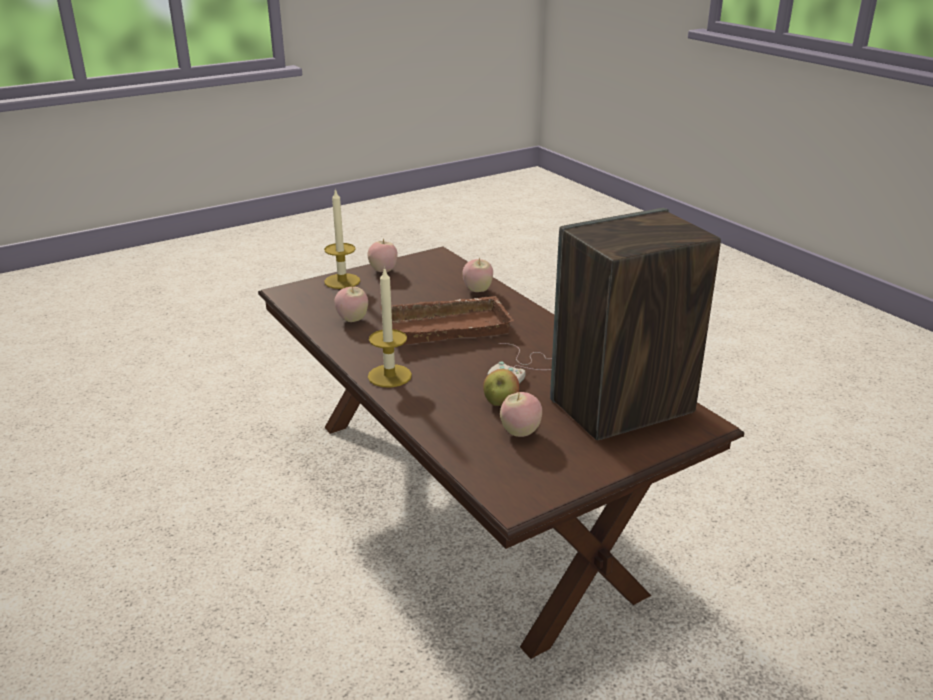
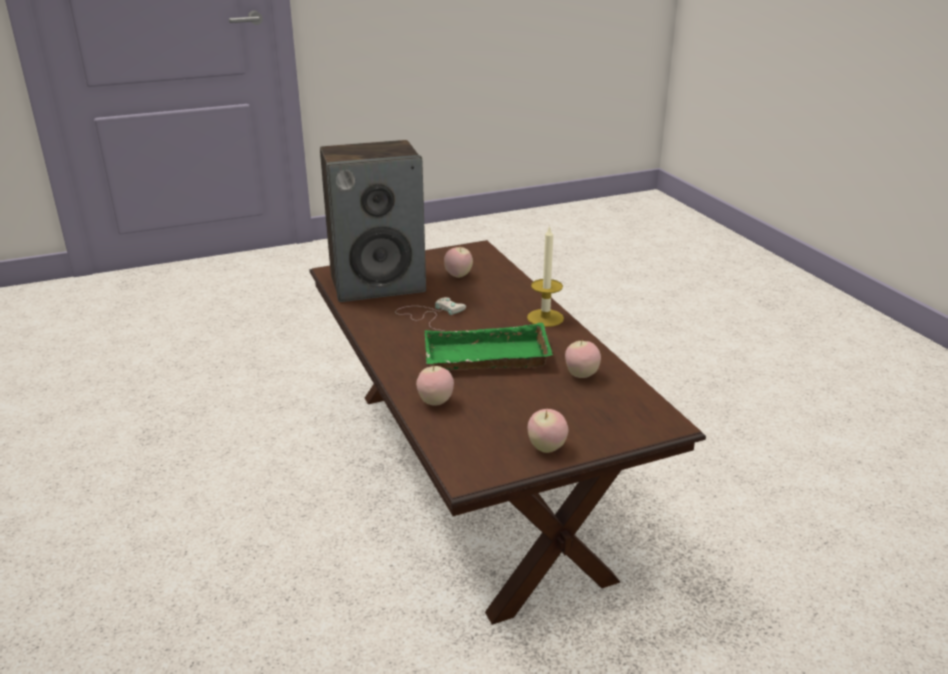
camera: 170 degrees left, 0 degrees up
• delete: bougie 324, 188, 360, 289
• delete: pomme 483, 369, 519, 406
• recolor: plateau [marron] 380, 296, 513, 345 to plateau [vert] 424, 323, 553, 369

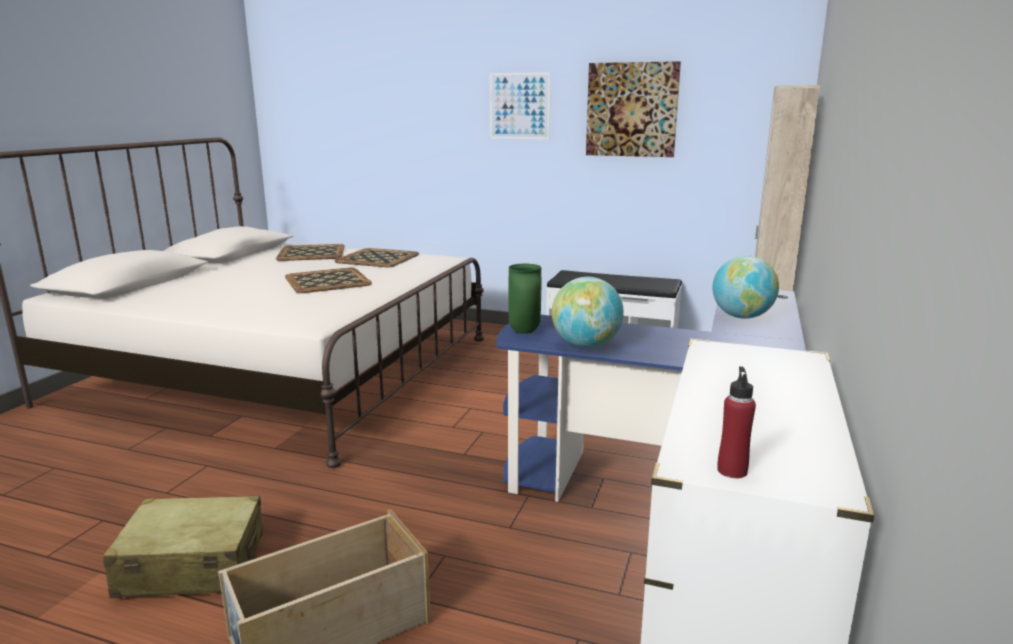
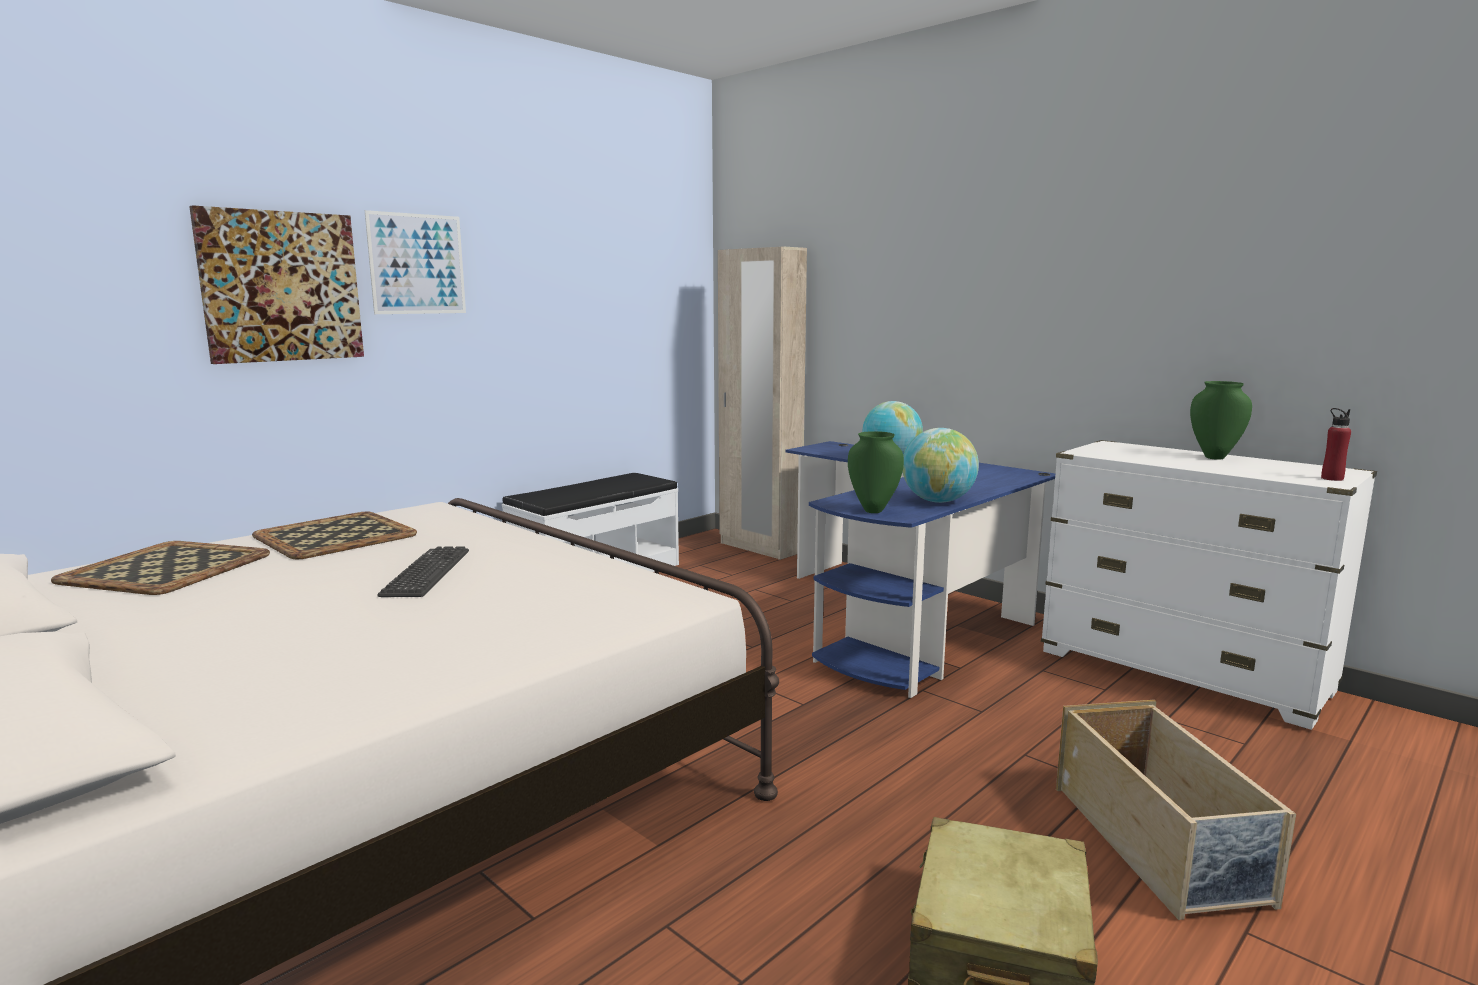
camera: 65 degrees left, 5 degrees down
• insert: vase [vert] 1190, 381, 1252, 460
• move: tableau 586, 61, 681, 157 to 189, 205, 364, 364
• replace: plateau 285, 268, 372, 293 to clavier 377, 546, 469, 597

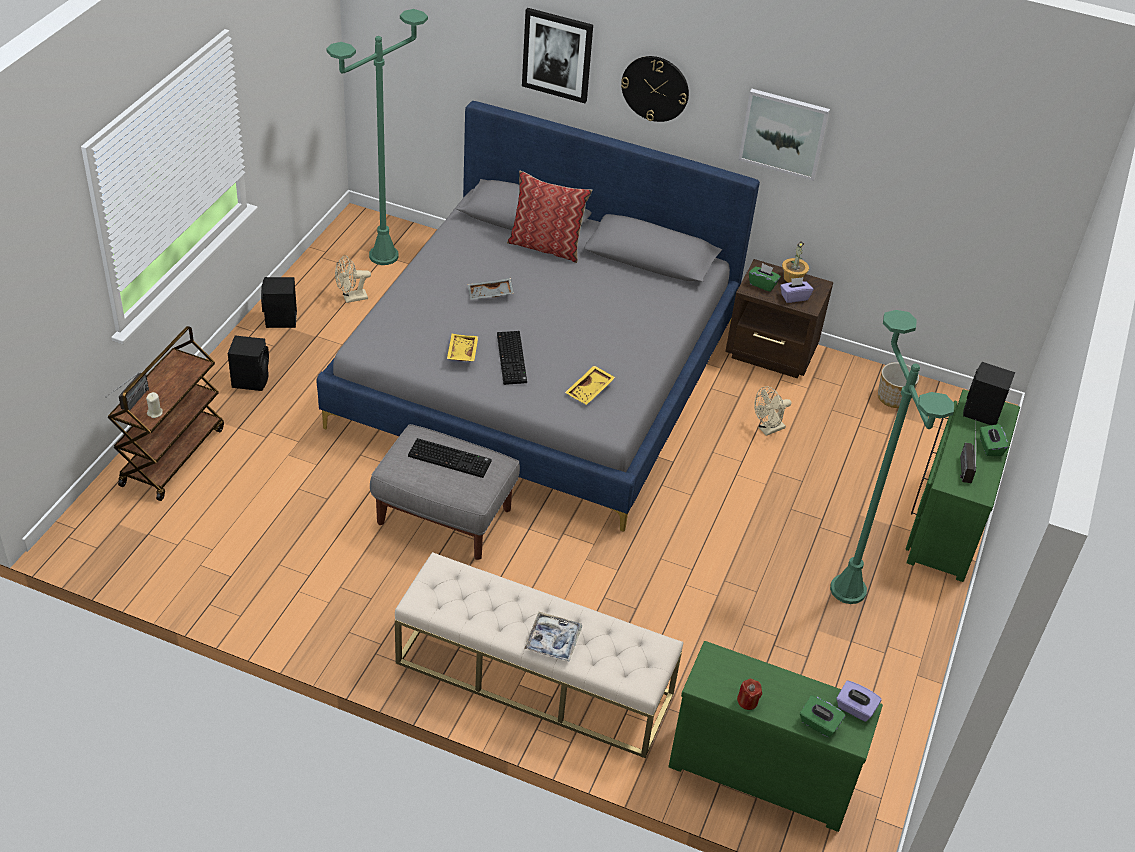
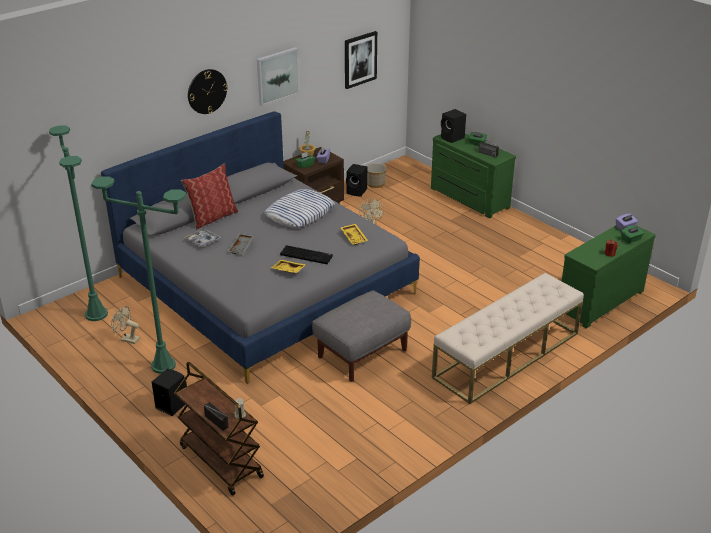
camera: 60 degrees left, 10 degrees down
• delete: clavier 408, 438, 492, 478
• insert: coussin 264, 189, 335, 228
• move: enceinte [noir] 261, 277, 297, 328 to 346, 164, 367, 197
• move: tableau 522, 8, 593, 103 to 345, 31, 377, 89
• move: plateau 524, 612, 582, 662 to 184, 229, 221, 248
• move: lampadaire [vert] 830, 310, 954, 604 to 91, 176, 186, 374
• rotate: ventilateur [beige] 335, 255, 371, 303 = 111, 306, 140, 344 105 degrees clockwise

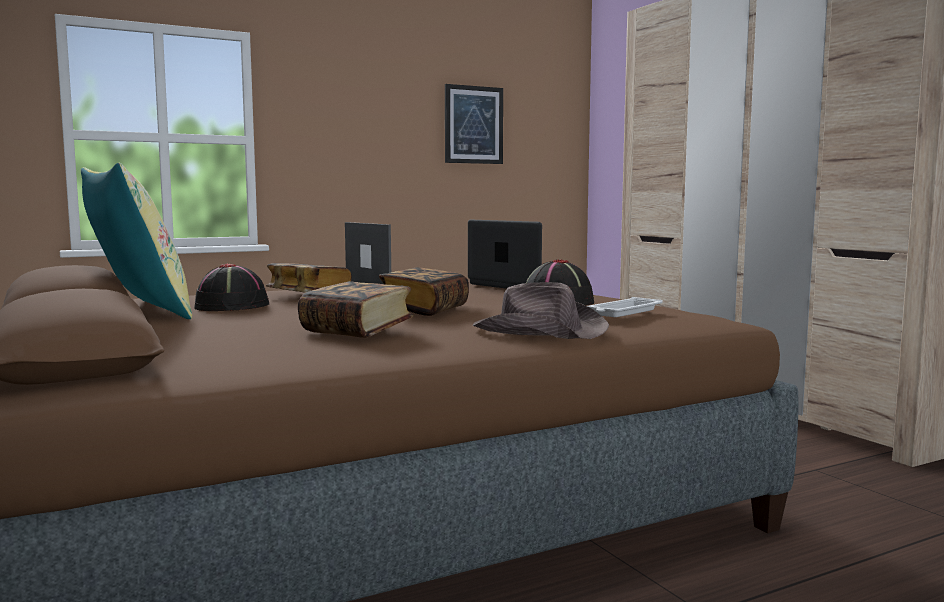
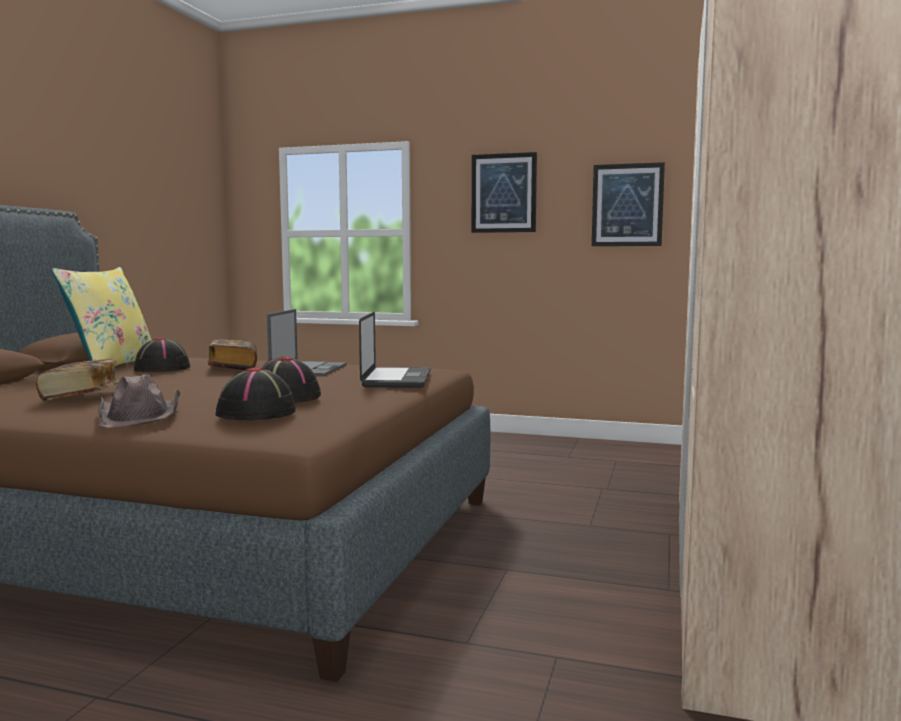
camera: 45 degrees right, 0 degrees up
• delete: livre 379, 267, 469, 316
• insert: tableau 472, 152, 537, 233
• replace: plateau [blanc] 588, 297, 663, 317 to chapeau [noir] 215, 367, 296, 420

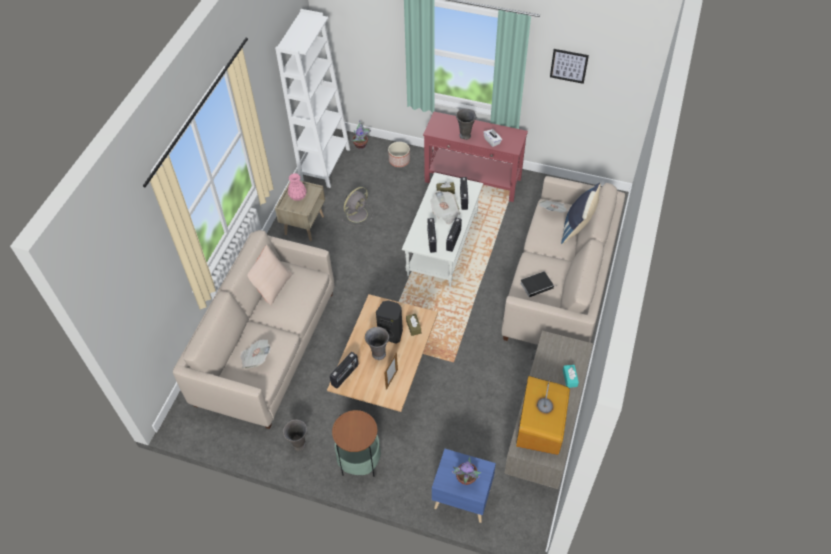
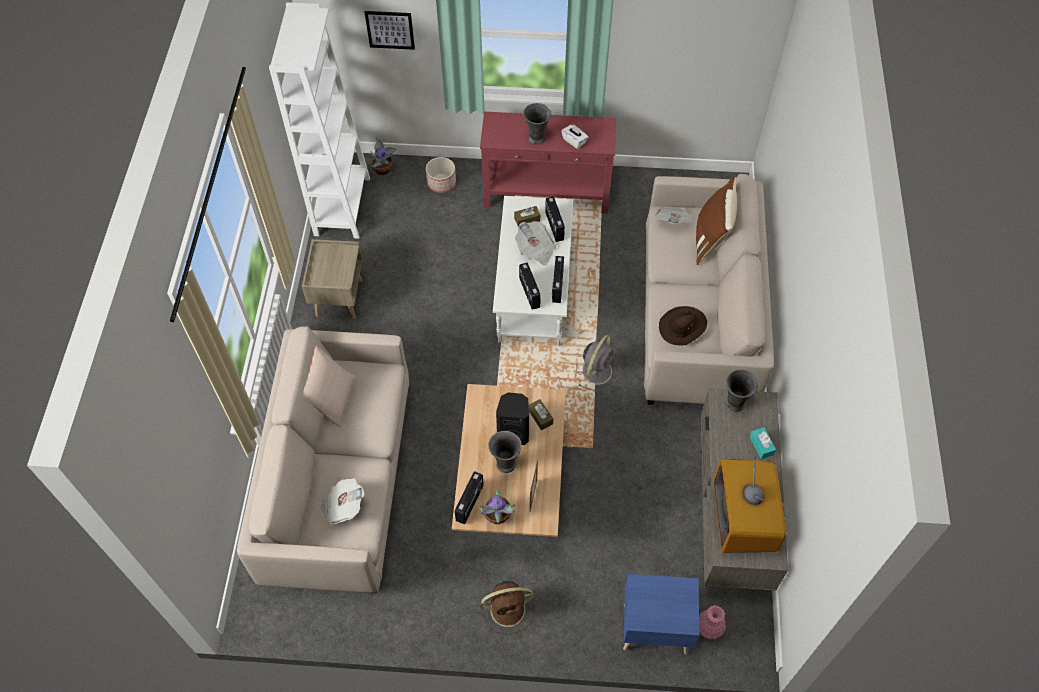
camera: 15 degrees left, 5 degrees up
• move: vase [gris] 283, 420, 307, 451 to 726, 369, 758, 412
• move: vase [rose] 288, 173, 307, 201 to 699, 605, 726, 639
• move: ventilateur [gris] 341, 187, 373, 226 to 576, 335, 620, 391
• move: plante en pot 452, 457, 481, 485 to 480, 489, 515, 524
• move: tableau 550, 49, 589, 84 to 365, 11, 415, 50
• replace: table d'appoint 332, 410, 381, 477 to ventilateur [marron] 480, 581, 534, 634
• replace: livre 520, 271, 557, 297 to chapeau [marron] 659, 306, 707, 346
• recolor: coussin [bleu] 561, 183, 601, 245 to coussin [marron] 696, 177, 737, 265

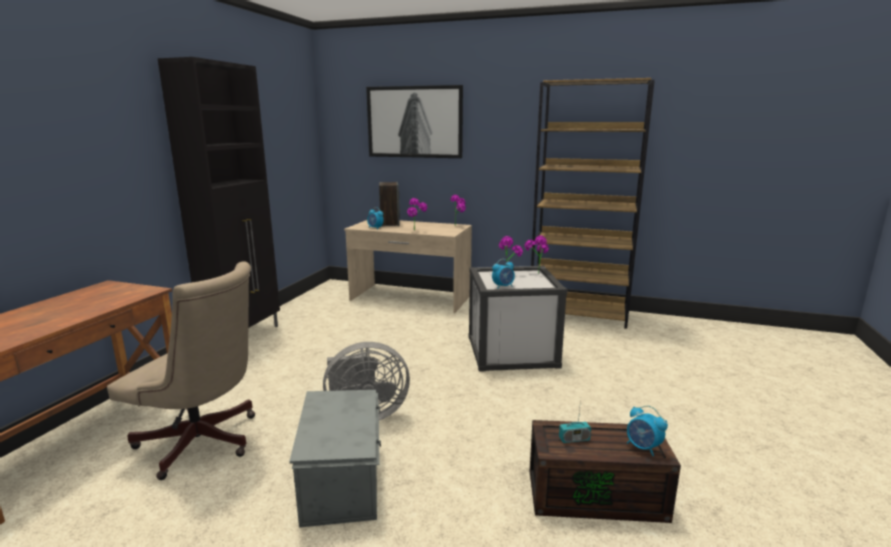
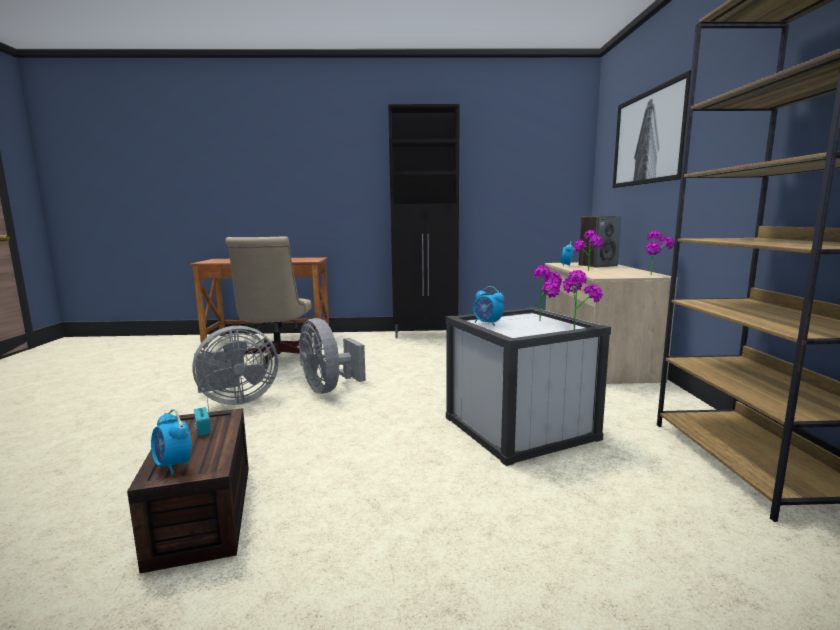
camera: 70 degrees right, 5 degrees down
• replace: boîte de rangement [gris] 289, 390, 381, 528 to ventilateur [gris] 192, 326, 278, 405
• rotate: réveil 627, 406, 668, 456 = 151, 409, 191, 474 75 degrees counterclockwise

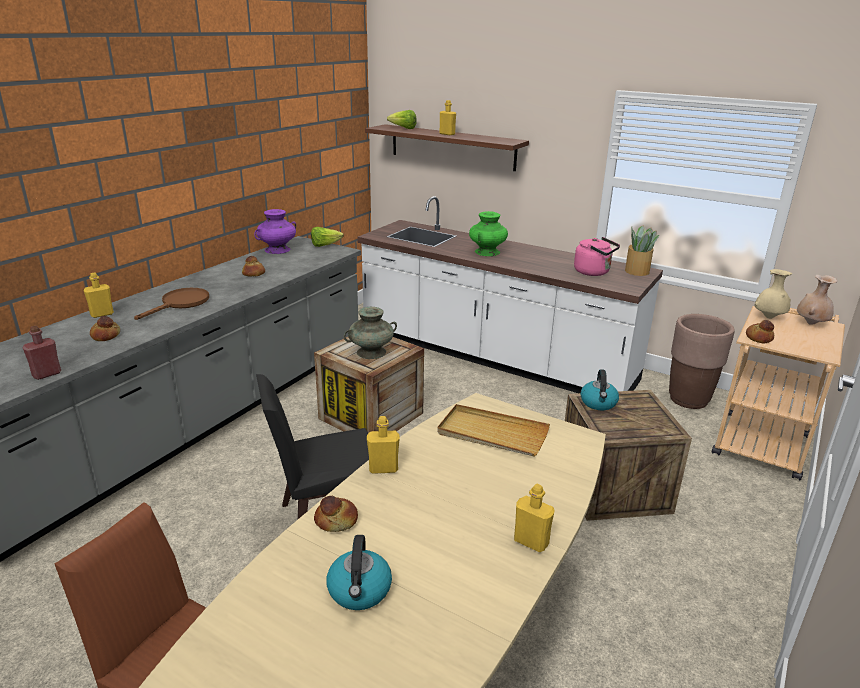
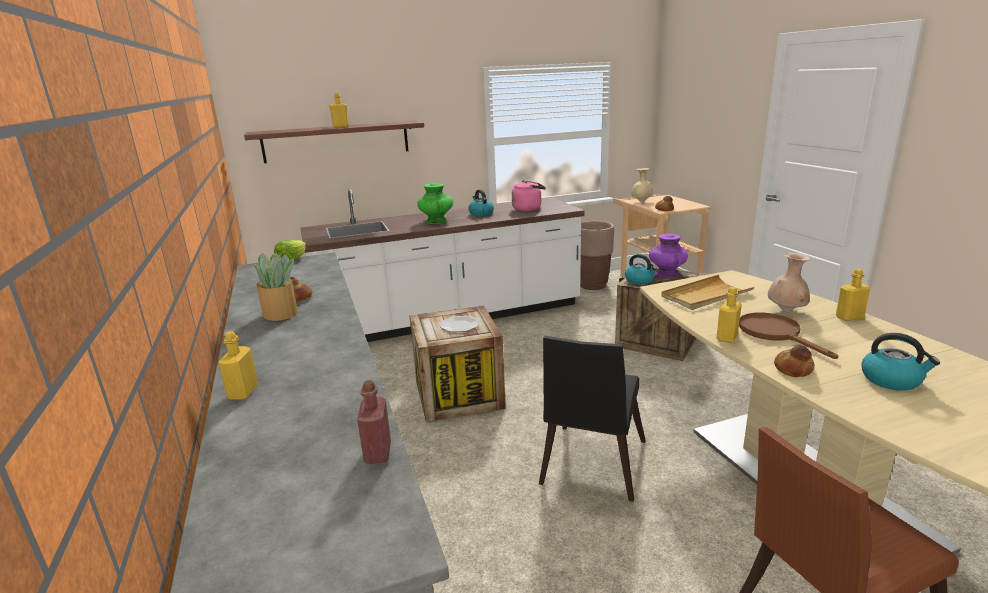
camera: 50 degrees left, 5 degrees down
• delete: pain 90, 316, 120, 341
• delete: laitue 387, 110, 417, 129
• insert: bouilloire 468, 189, 494, 216
• move: poêle [marron] 134, 288, 209, 320 to 739, 313, 838, 359
• move: vase [violet] 254, 209, 296, 254 to 649, 234, 688, 278
• move: plante en pot 625, 226, 659, 276 to 252, 253, 298, 321
• move: vase [beige] 797, 275, 837, 325 to 768, 253, 810, 312
• replace: vase [turquoise] 344, 307, 397, 359 to assiette 440, 316, 479, 332

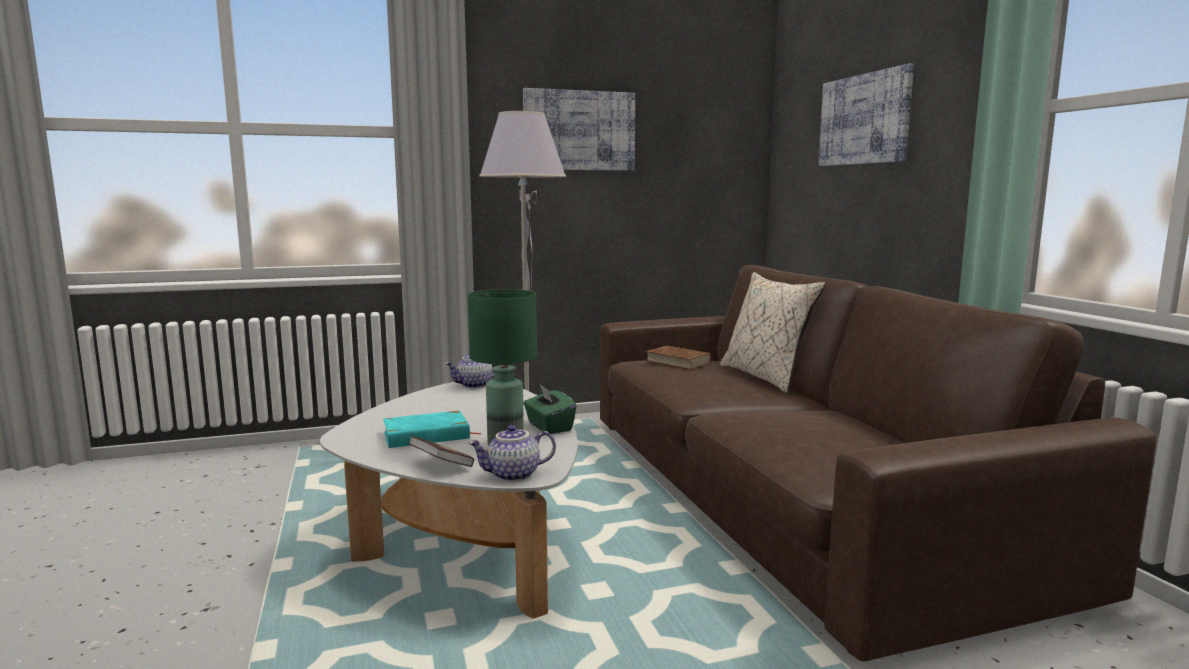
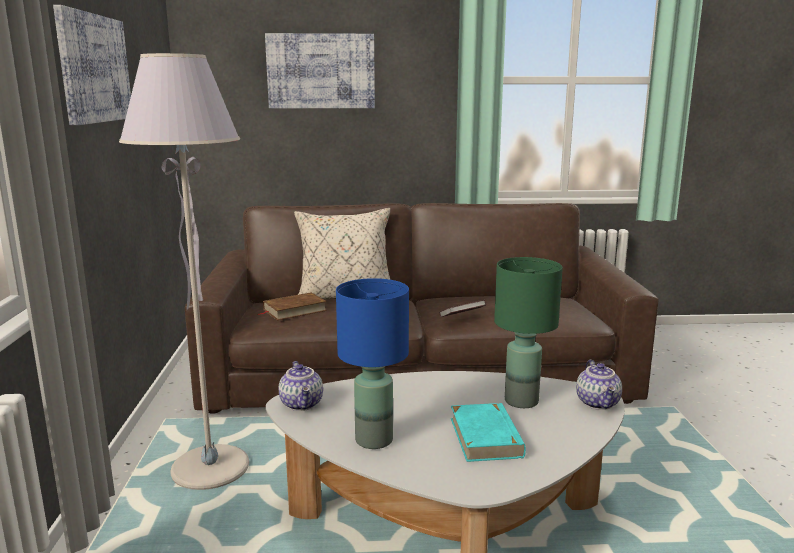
camera: 75 degrees left, 5 degrees up
• delete: boîte à mouchoirs [vert] 523, 385, 577, 434
• insert: lampe de table [bleu] 336, 278, 409, 449
• move: livre 408, 436, 474, 467 to 439, 300, 486, 317

